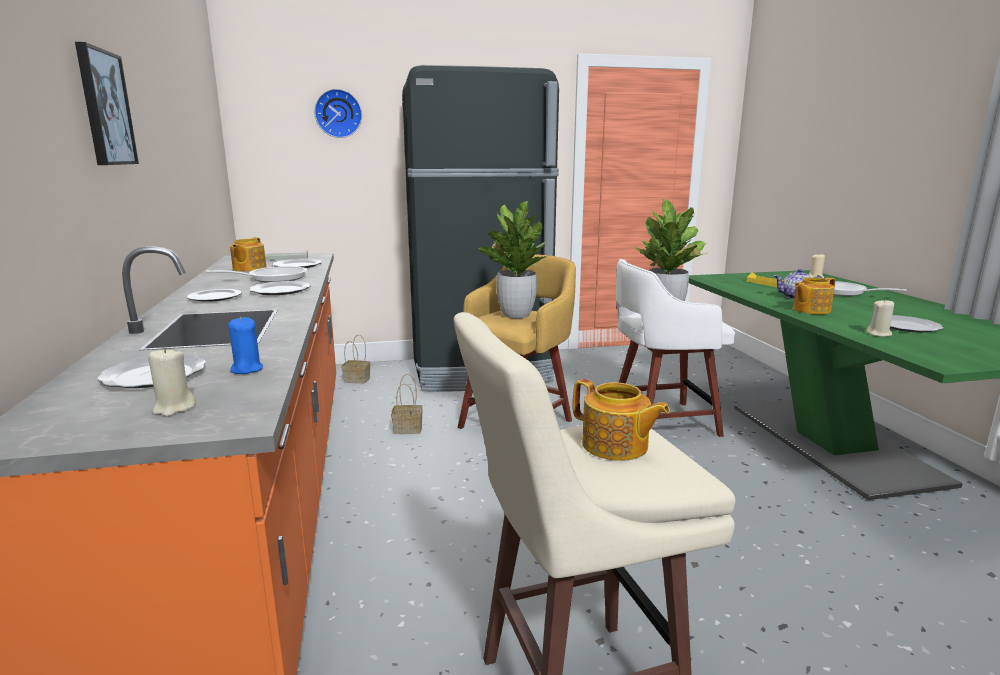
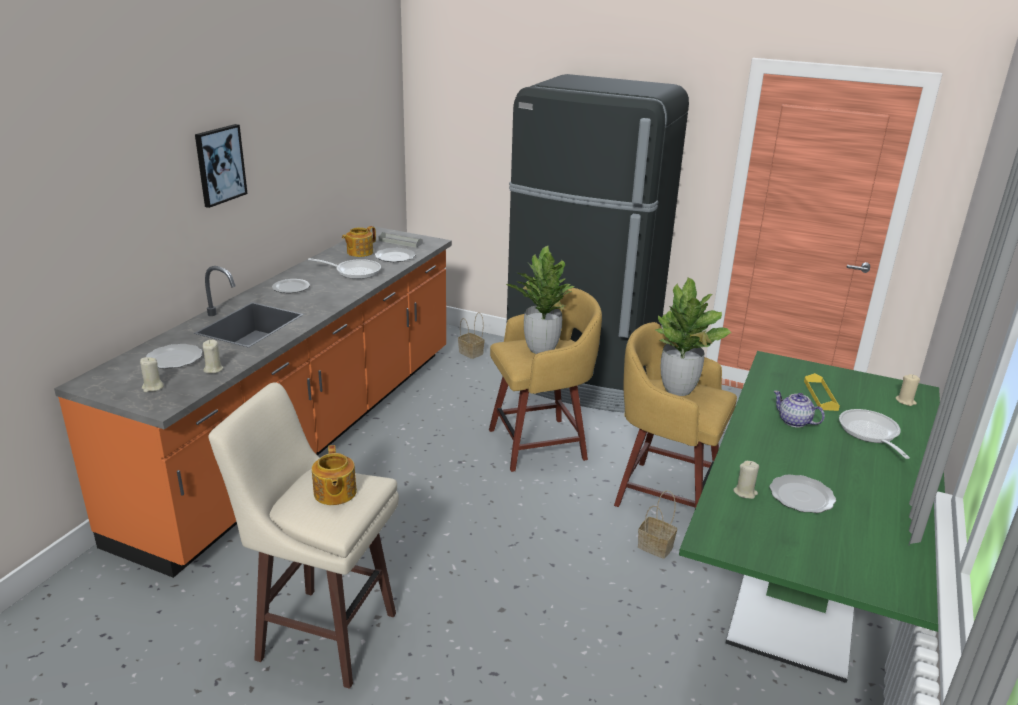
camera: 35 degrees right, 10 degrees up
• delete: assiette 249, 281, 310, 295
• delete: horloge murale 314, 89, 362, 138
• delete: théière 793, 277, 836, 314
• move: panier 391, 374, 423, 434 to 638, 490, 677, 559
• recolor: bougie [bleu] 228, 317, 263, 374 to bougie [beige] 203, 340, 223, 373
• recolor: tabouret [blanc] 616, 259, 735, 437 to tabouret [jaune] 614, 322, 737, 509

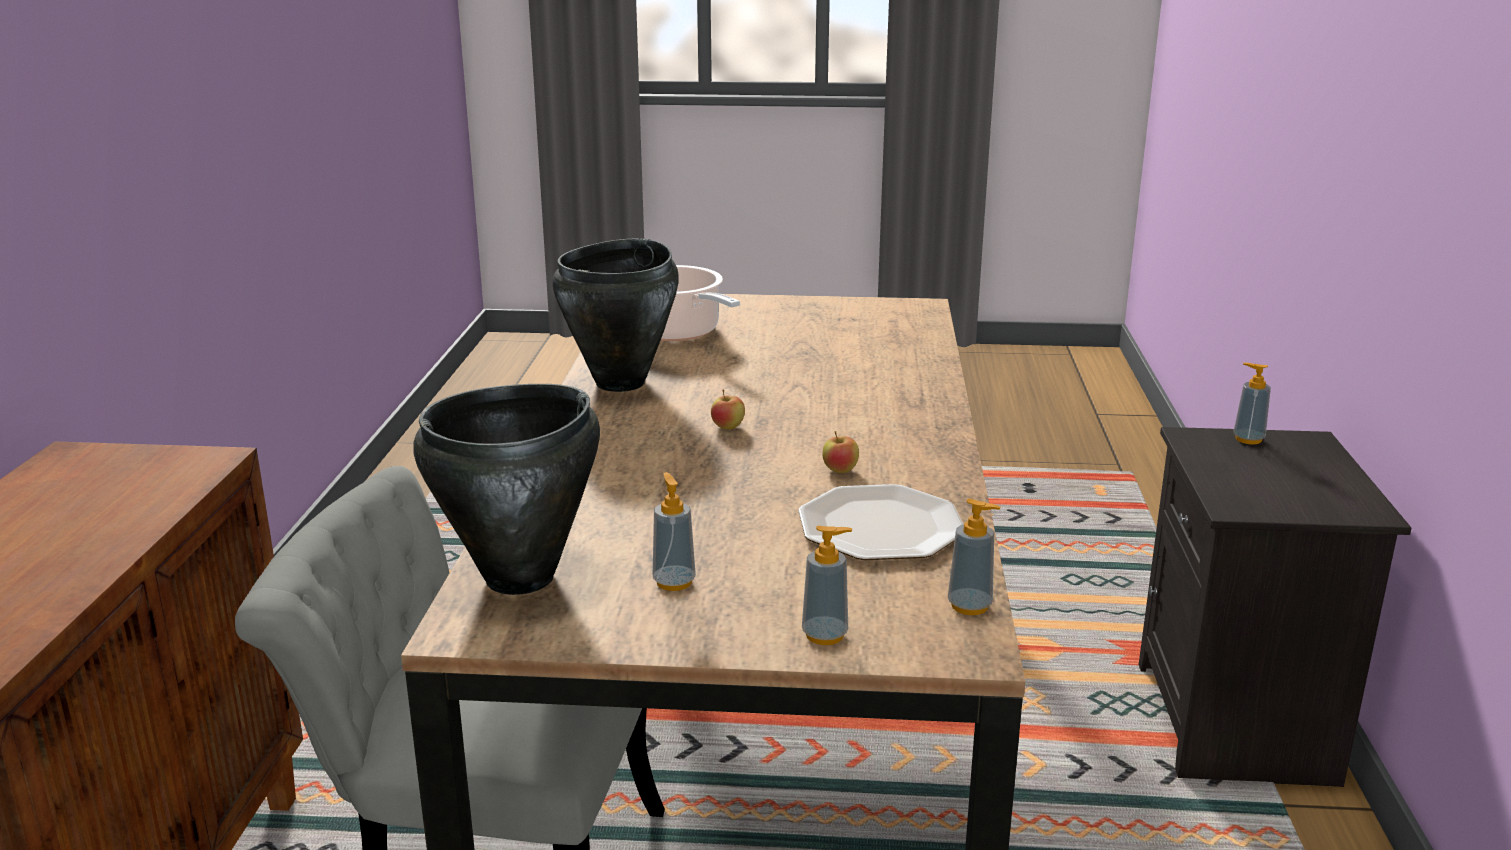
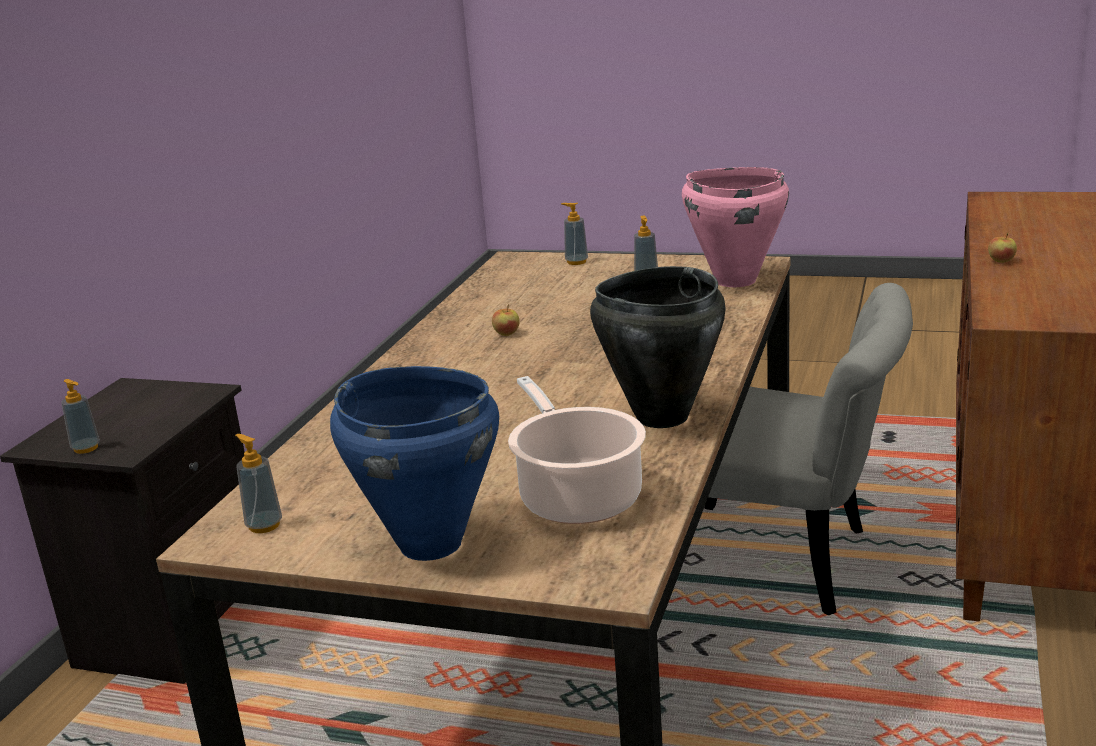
camera: 165 degrees left, 0 degrees up
• delete: assiette 798, 484, 963, 560
• insert: marmite [bleu] 330, 366, 499, 561
• move: pomme 711, 390, 745, 429 to 988, 233, 1017, 263
• move: distributeur de savon 948, 499, 1000, 615 to 235, 434, 282, 533
• recolor: marmite [noir] 413, 384, 600, 595 to marmite [rose] 682, 167, 789, 287

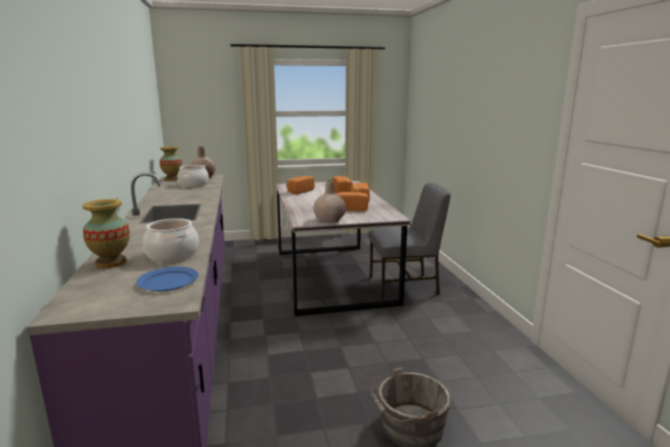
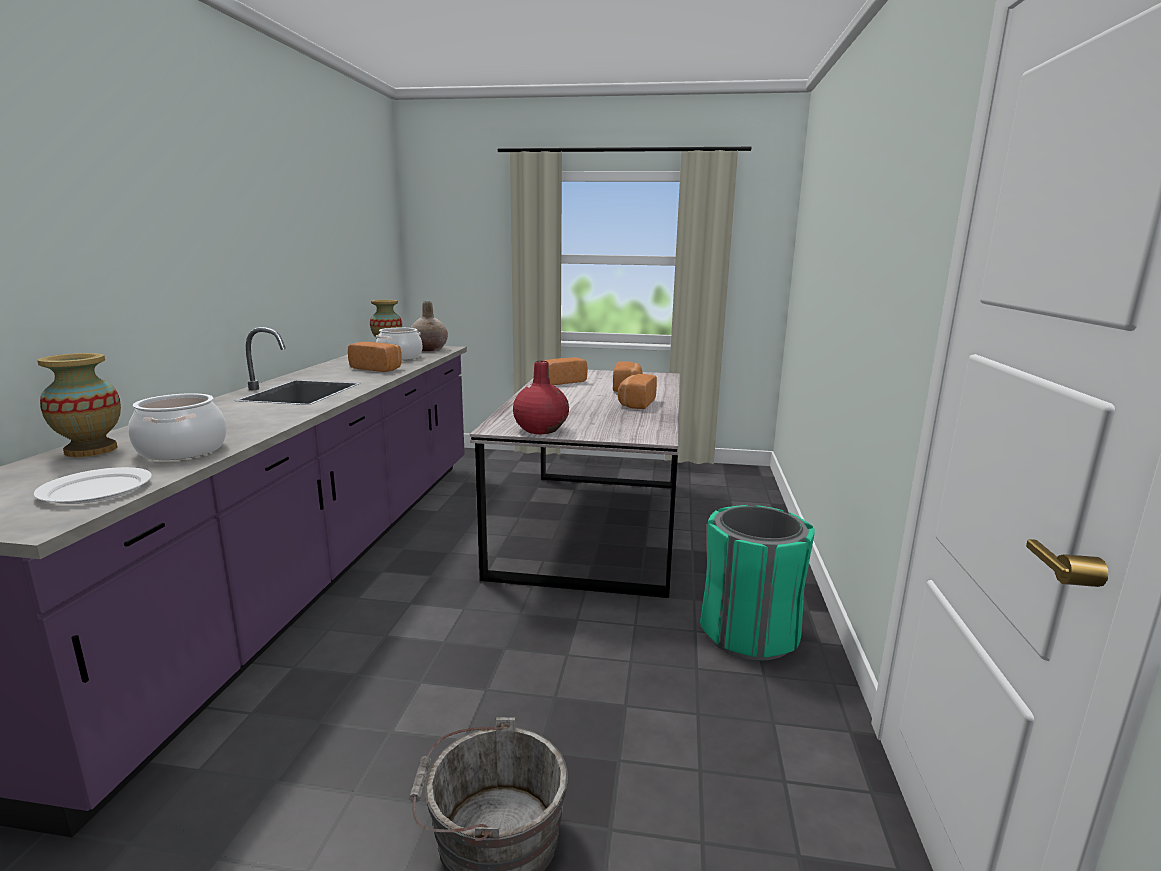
camera: 20 degrees right, 0 degrees up
• delete: chaise [gris] 369, 183, 451, 300
• insert: poubelle [vert] 700, 505, 815, 660
• move: pain 337, 192, 368, 211 to 348, 342, 402, 372
• recolor: assiette [bleu] 136, 267, 198, 291 to assiette [blanc] 33, 467, 152, 504
• recolor: vase [beige] 313, 180, 346, 223 to vase [rouge] 513, 361, 569, 434

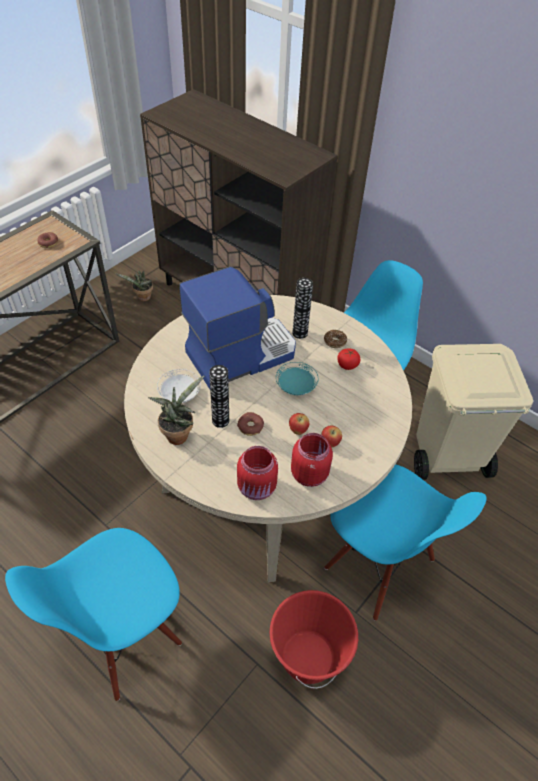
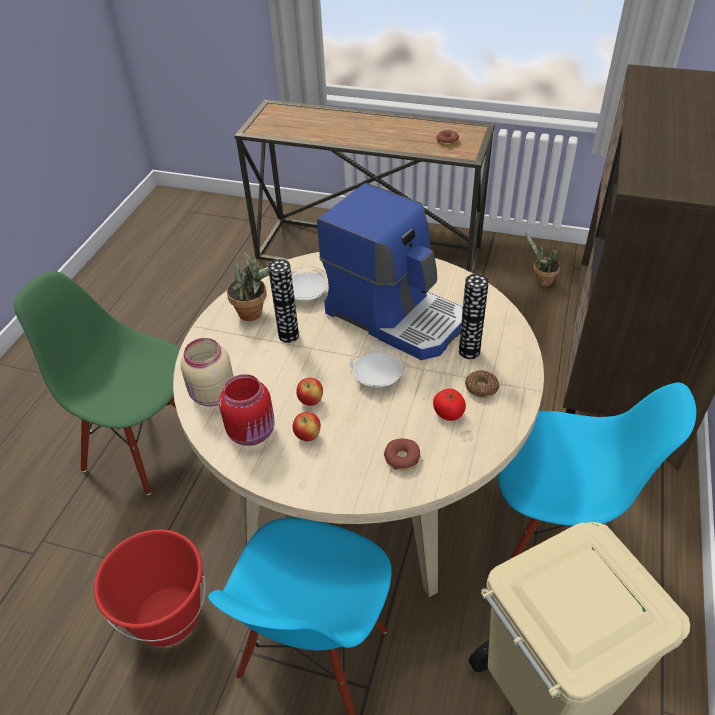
camera: 70 degrees right, 5 degrees down
• move: beignet 237, 412, 264, 436 to 384, 438, 420, 470
• recolor: chaise [bleu] 5, 528, 182, 701 to chaise [vert] 14, 271, 180, 495
• recolor: bocal [rouge] 237, 446, 278, 500 to bocal [beige] 181, 338, 234, 406
• recolor: assiette [turquoise] 276, 362, 318, 395 to assiette [blanc] 349, 345, 406, 387

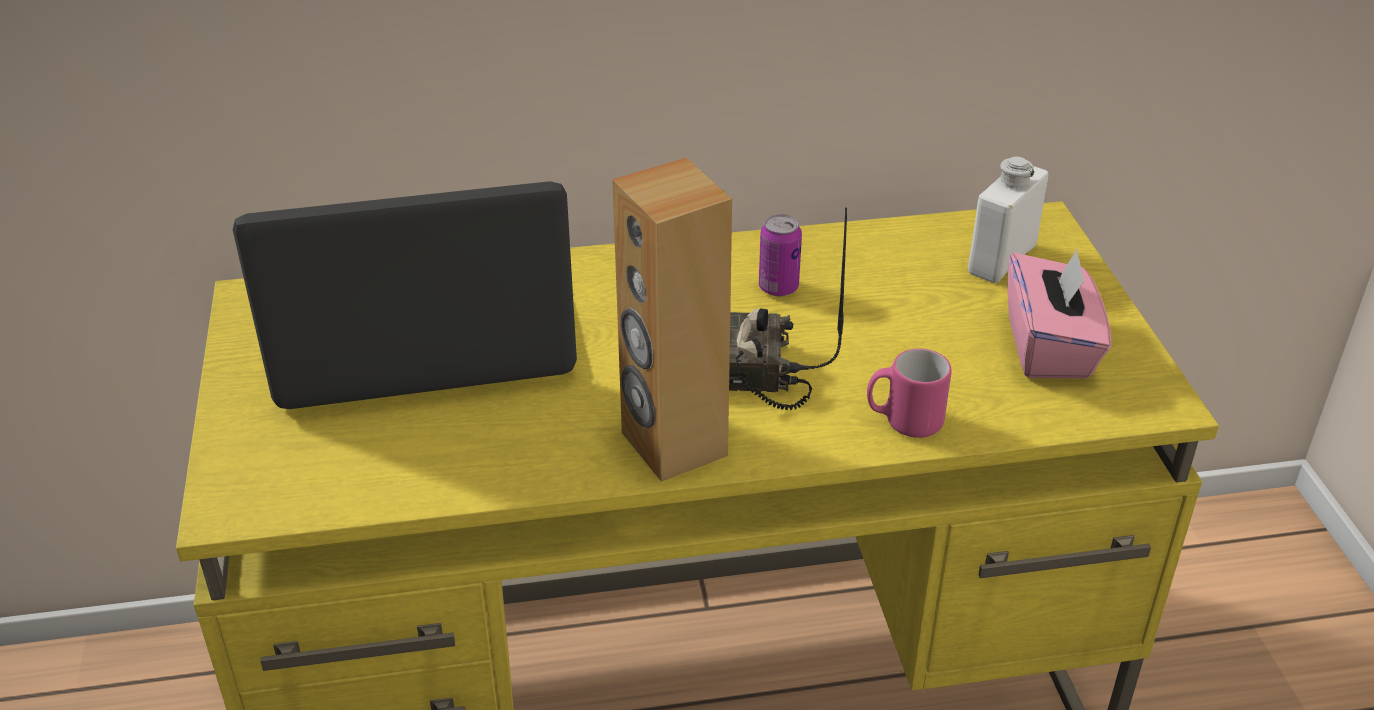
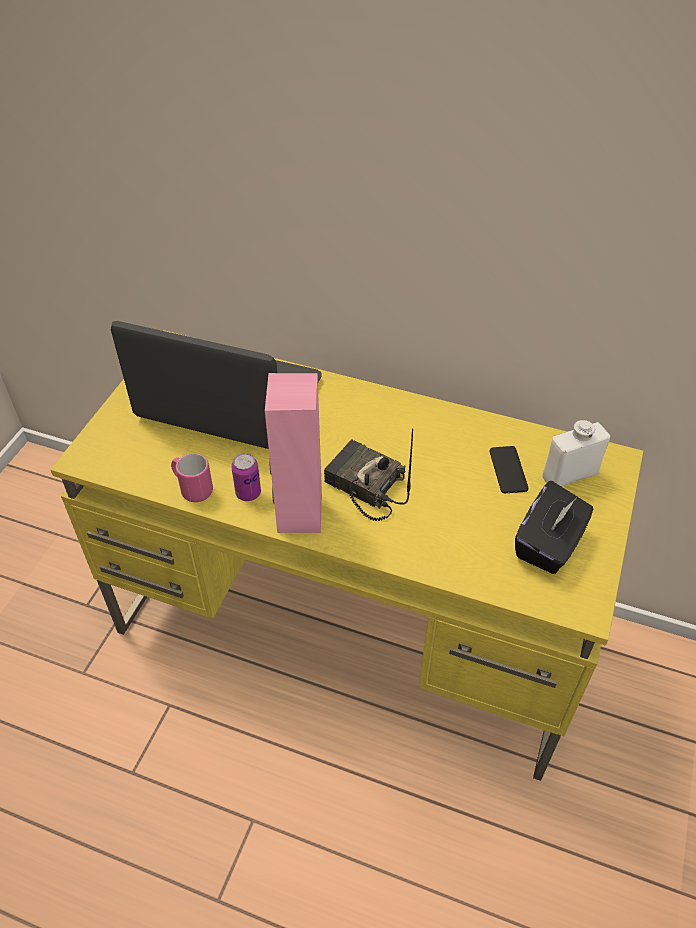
camera: 30 degrees right, 10 degrees up
• insert: téléphone 490, 446, 528, 493
• move: boîte métallique 759, 214, 802, 296 to 231, 453, 261, 501
• move: mug [rose] 867, 348, 952, 438 to 171, 453, 213, 502
• recolor: enceinte [marron] 612, 158, 732, 482 to enceinte [rose] 265, 373, 322, 533
• recolor: boîte à mouchoirs [rose] 1007, 248, 1111, 379 to boîte à mouchoirs [noir] 515, 481, 594, 574

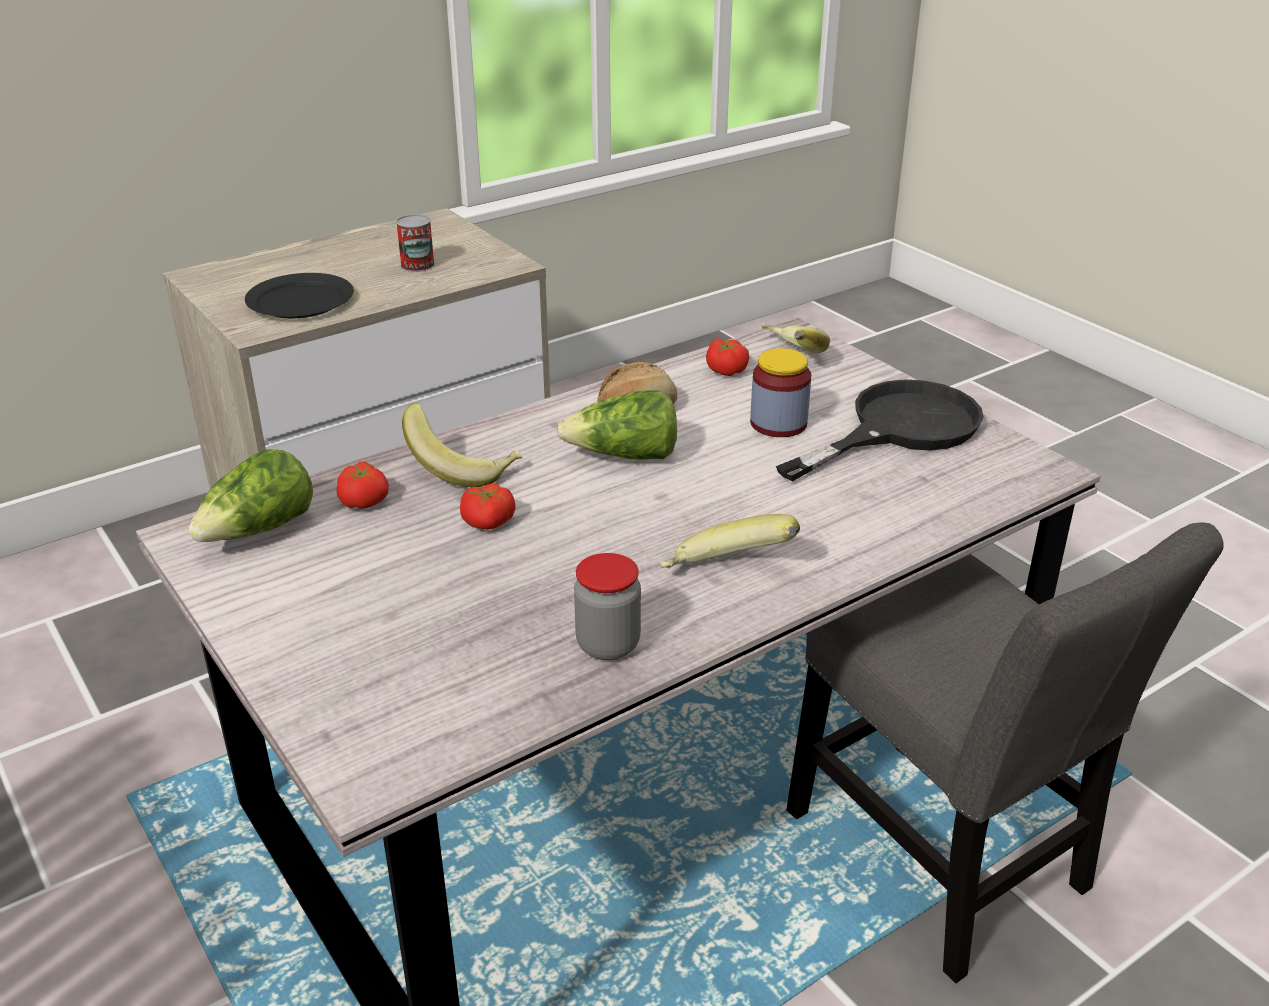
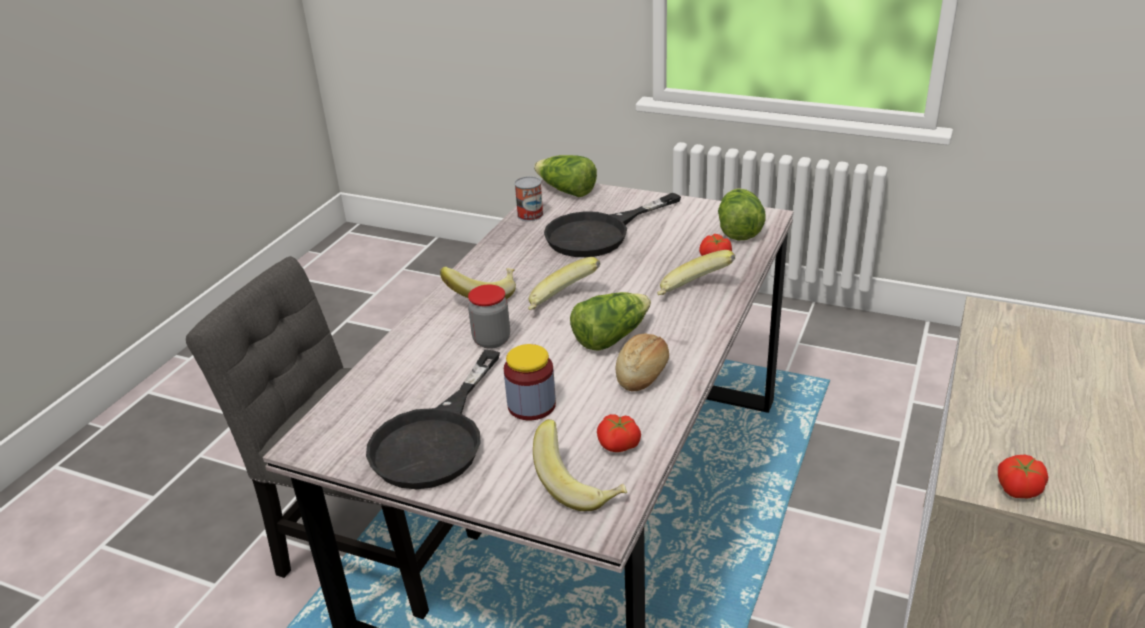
camera: 150 degrees right, 0 degrees up
• delete: assiette [noir] 245, 273, 354, 318
• insert: banane 528, 257, 600, 310
• insert: laitue 534, 155, 597, 197
• insert: poêle [noir] 544, 193, 681, 257
• move: boîte métallique 396, 214, 435, 272 to 514, 176, 543, 221
• move: tomate 460, 484, 516, 530 to 998, 455, 1048, 499
• move: bocal 574, 553, 641, 660 to 468, 285, 510, 349

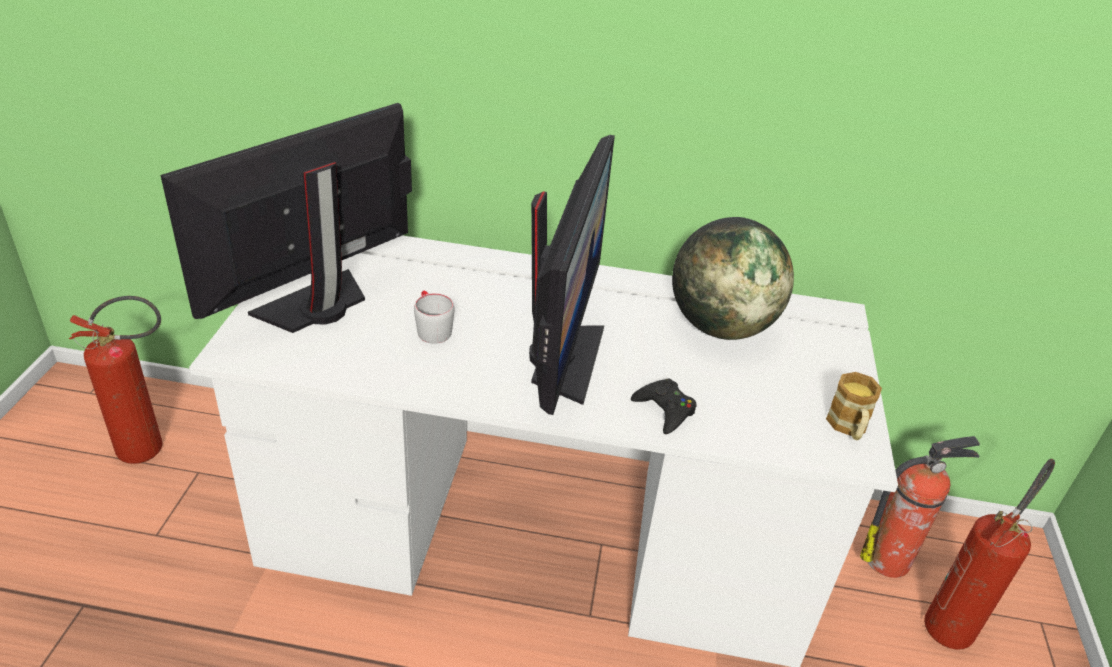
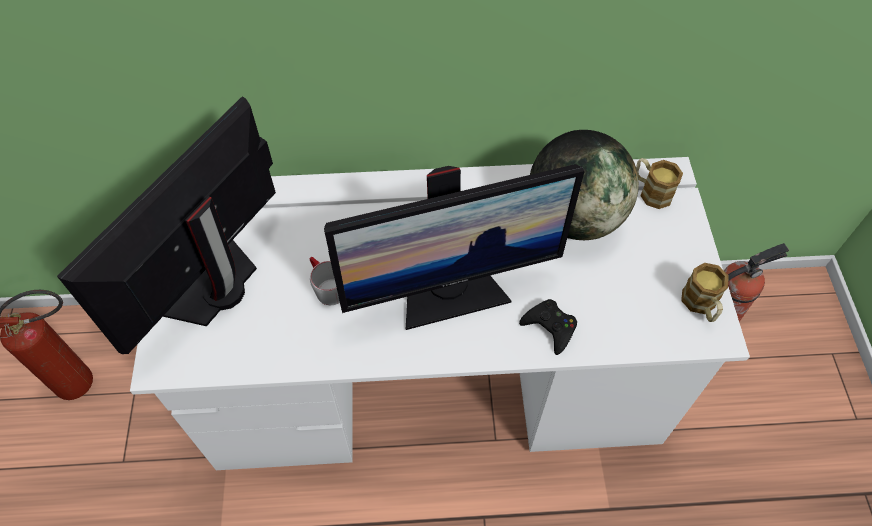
camera: 10 degrees left, 20 degrees up
• delete: extincteur 924, 459, 1055, 650
• insert: mug 636, 158, 683, 209
• rotate: écran d'ordinateur 529, 135, 615, 415 = 324, 164, 585, 330 75 degrees clockwise

